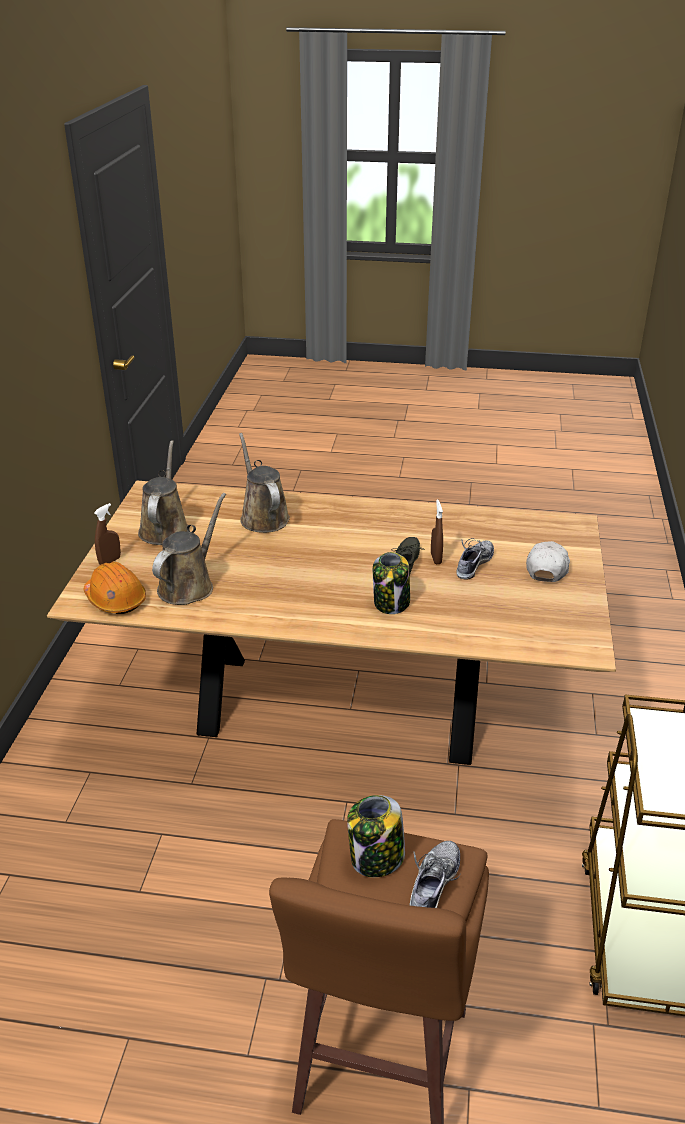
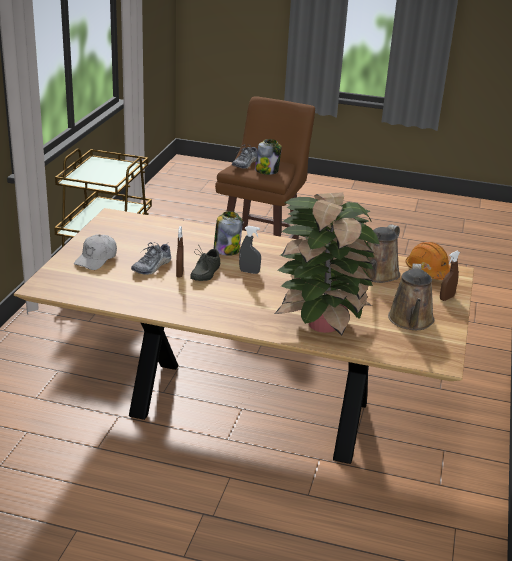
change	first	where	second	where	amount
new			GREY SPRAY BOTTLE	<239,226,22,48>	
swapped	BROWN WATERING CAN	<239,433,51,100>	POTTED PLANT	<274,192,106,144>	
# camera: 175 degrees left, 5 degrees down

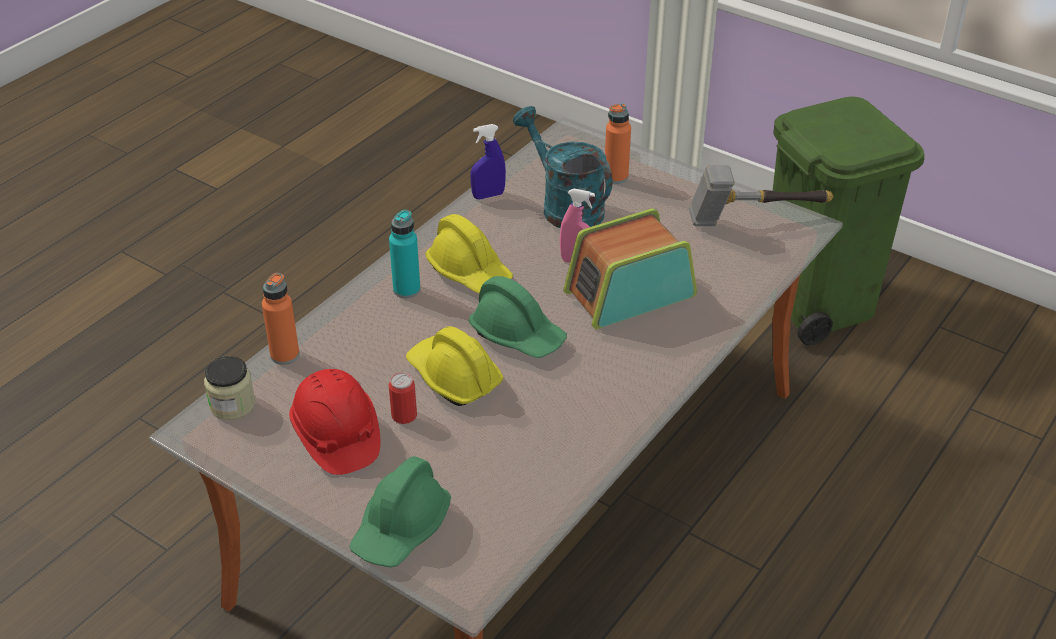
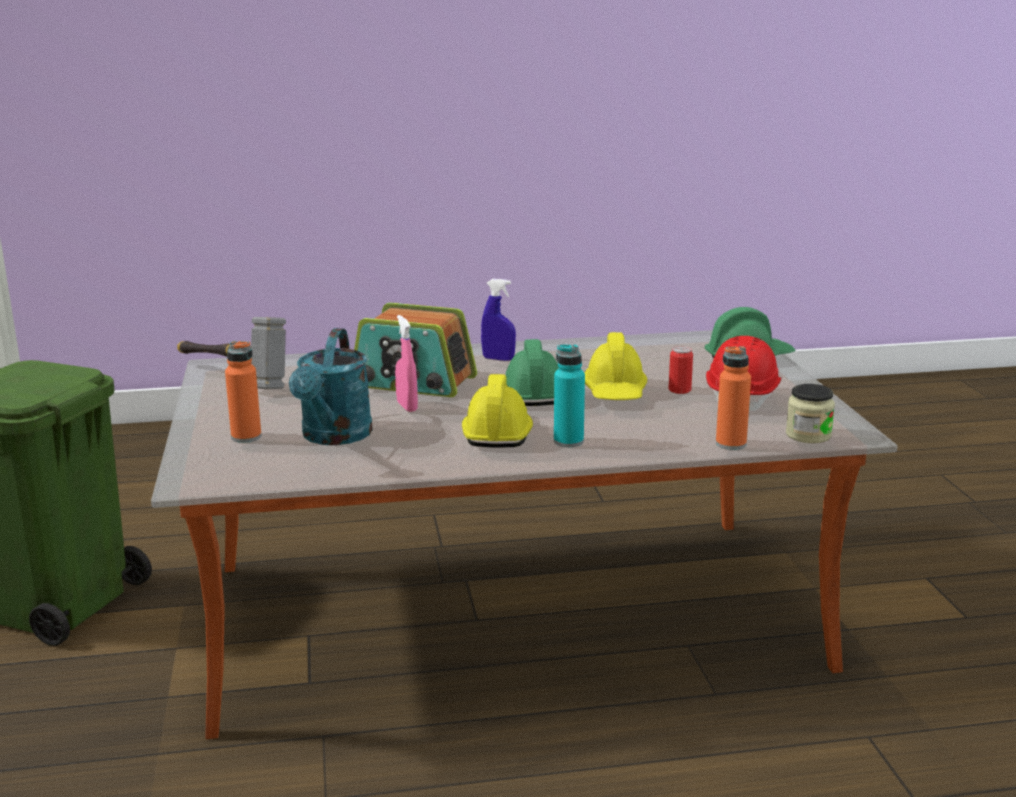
change	first	where	second	where	amount
shifted	BLUE SPRAY BOTTLE	<470,124,36,75>		<481,279,35,82>	
# camera: 135 degrees left, 20 degrees down

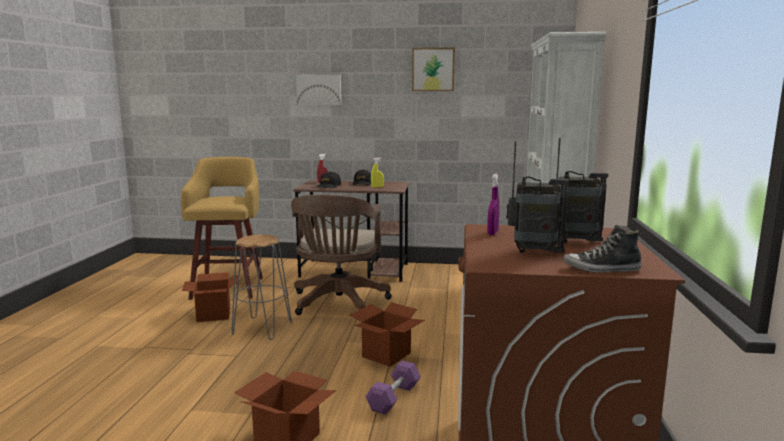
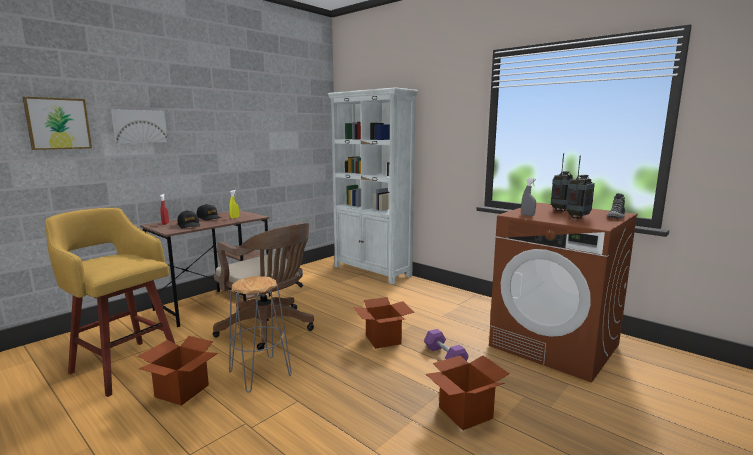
change	first	where	second	where	amount
shifted	PICTURE	<412,48,43,43>		<23,97,69,53>	
repainted	PURPLE SPRAY BOTTLE	<487,174,12,61>	GREY SPRAY BOTTLE	<521,178,15,38>	
# camera: 55 degrees left, 0 degrees up

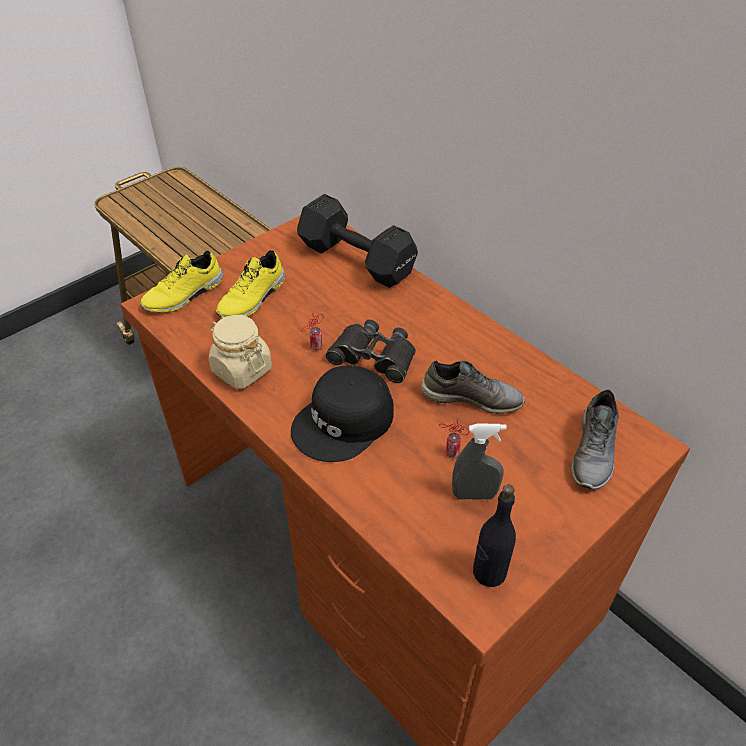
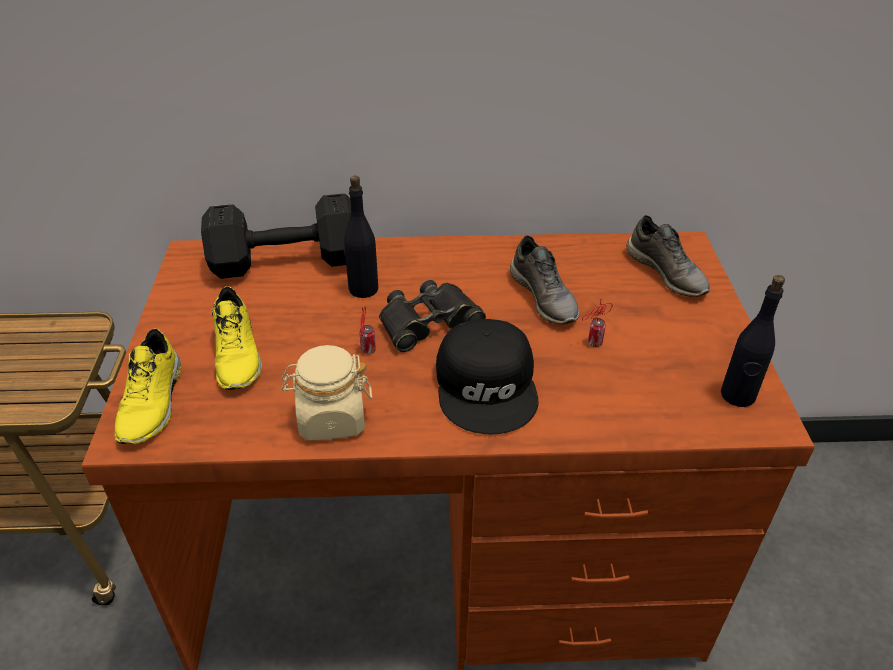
change	first	where	second	where	amount
gone	GREY SPRAY BOTTLE	<452,424,55,76>			
new			BLACK BOTTLE	<344,176,34,122>	
rotated	GREY SHOE	<421,360,104,54>		<510,235,69,89>	105 degrees clockwise
# camera: 50 degrees left, 5 degrees down

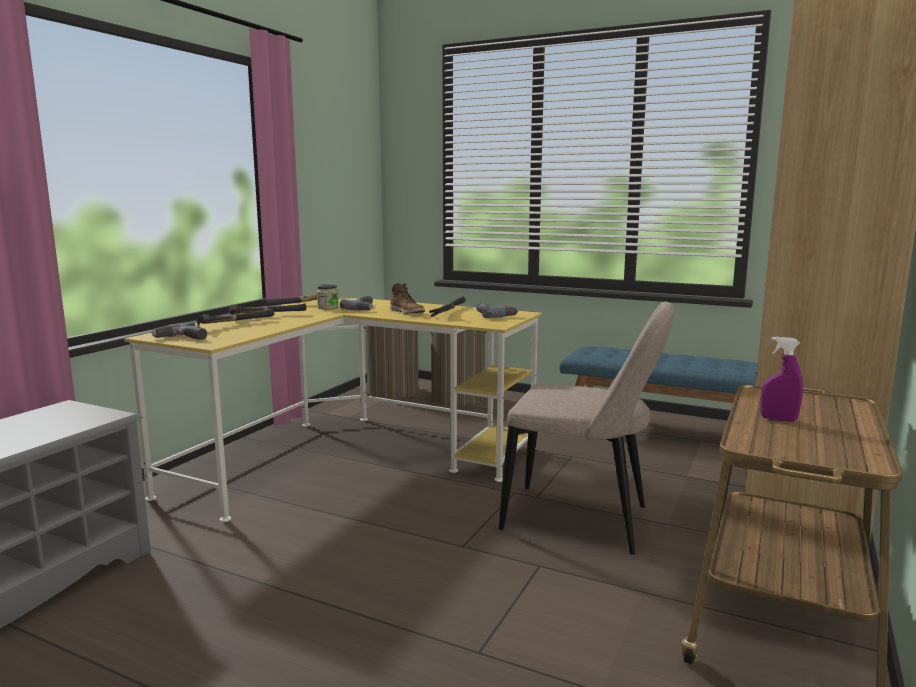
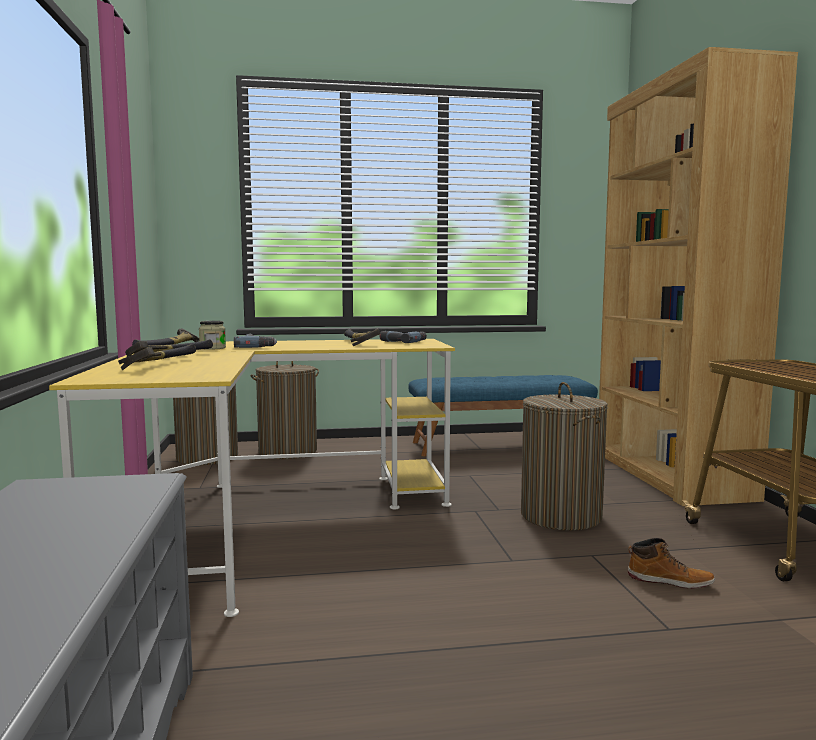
change	first	where	second	where	amount
gone	POWER DRILL	<151,322,56,18>			
gone	PURPLE SPRAY BOTTLE	<760,337,43,85>			
shifted	BOOT	<390,283,35,31>		<628,538,87,51>	
swapped	BEIGE CHAIR	<499,301,176,254>	LAUNDRY BASKET	<521,382,87,149>	
# camera: 35 degrees left, 5 degrees down

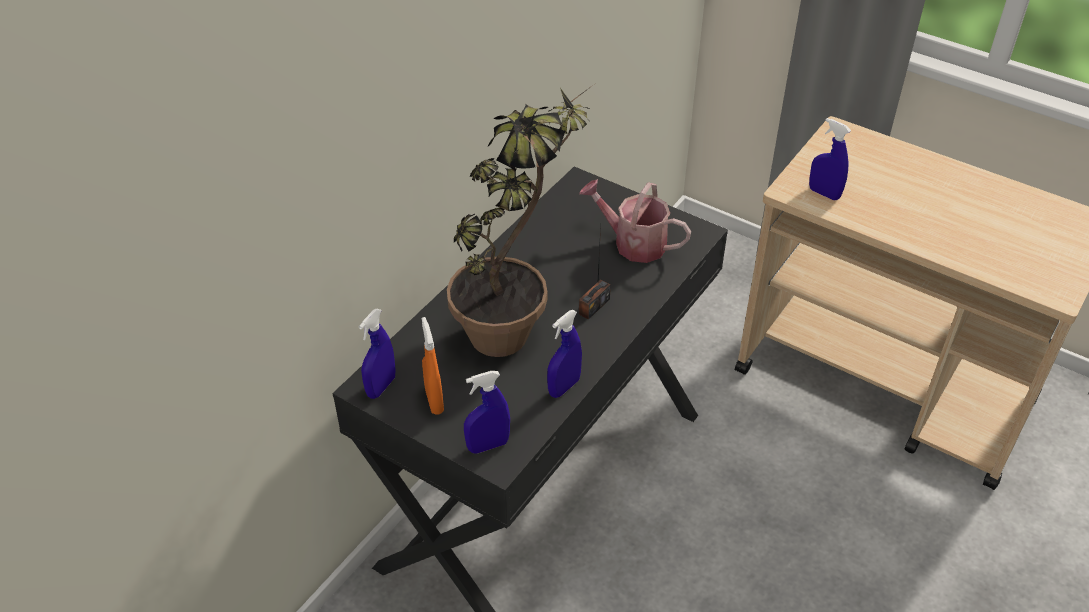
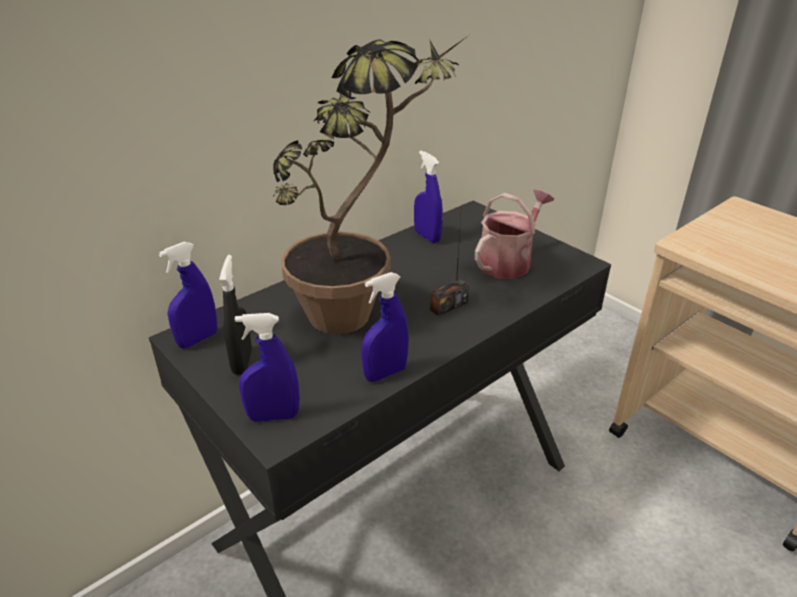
change	first	where	second	where	amount
shifted	BLUE SPRAY BOTTLE	<809,118,42,82>		<414,151,29,92>	
repainted	ORANGE SPRAY BOTTLE	<421,317,23,97>	BLACK SPRAY BOTTLE	<219,255,33,120>	
rotated	WATERING CAN	<579,179,112,84>		<475,189,79,90>	90 degrees clockwise
# camera: 15 degrees right, 10 degrees down

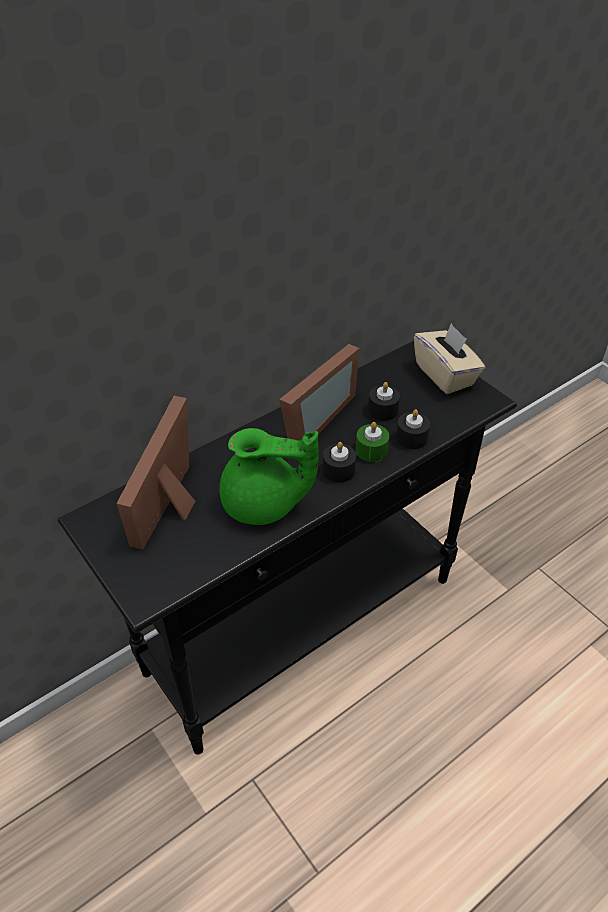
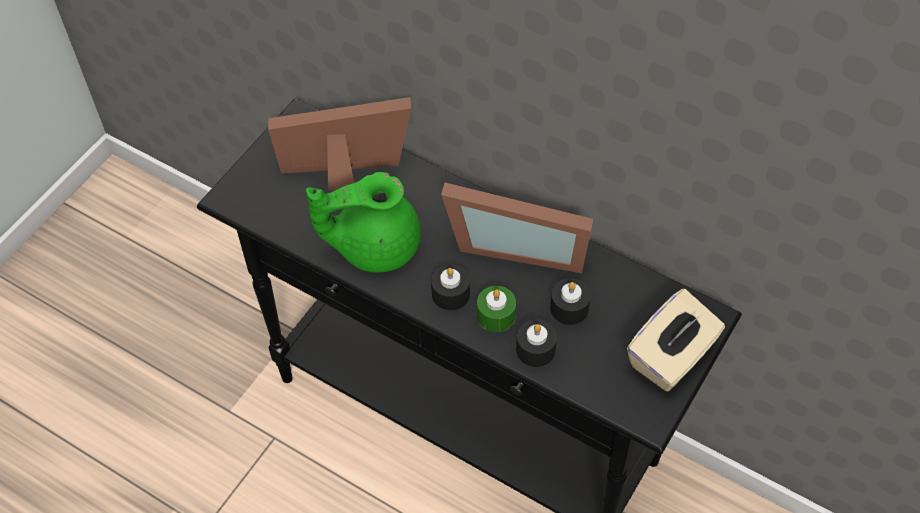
change	first	where	second	where	amount
rotated	GREEN TEAPOT	<219,428,100,97>		<306,172,115,101>	90 degrees clockwise
# camera: 70 degrees right, 10 degrees up

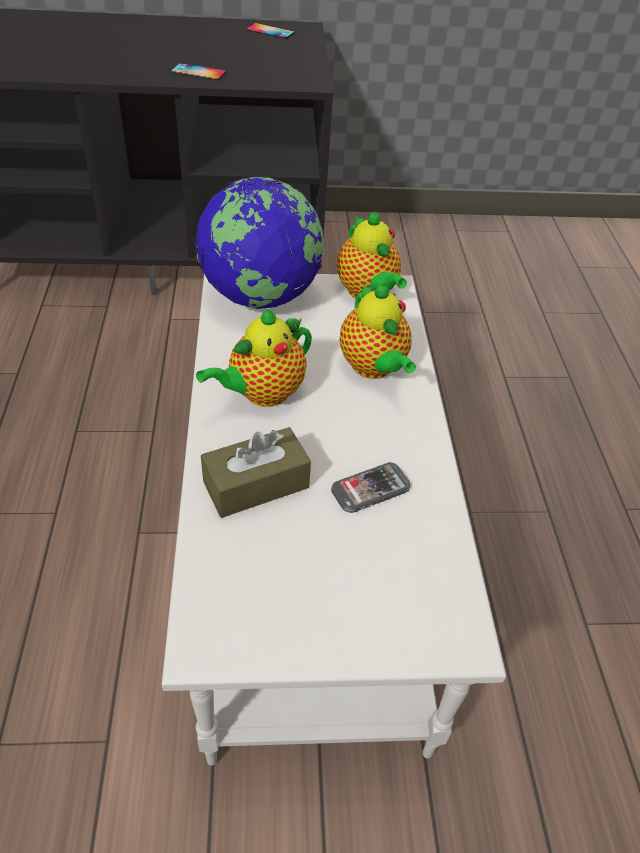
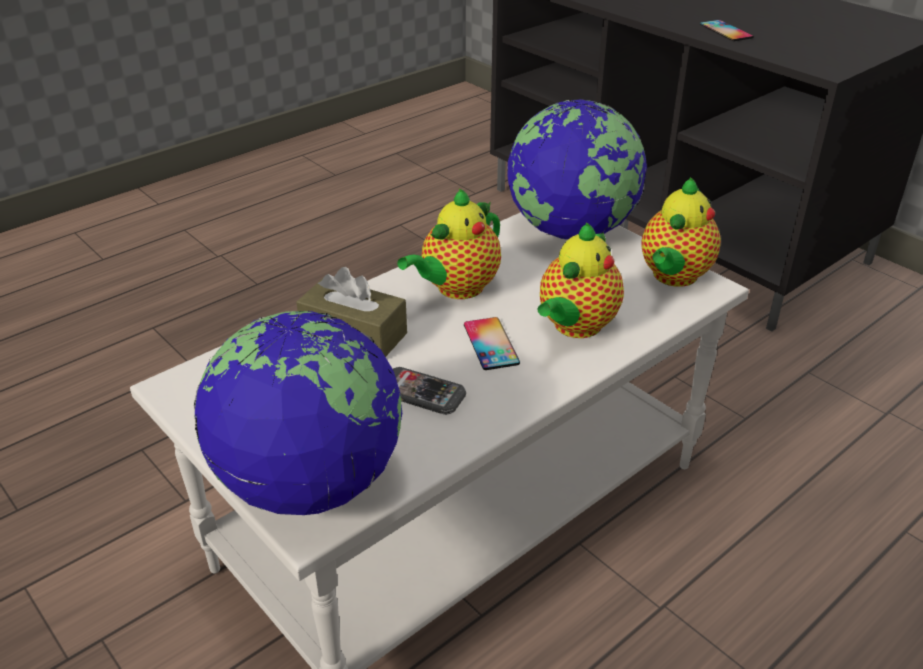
change	first	where	second	where	amount
new			GLOBE	<194,311,208,204>	
shifted	PHONE	<247,23,48,16>		<464,317,56,53>	
rotated	TEAPOT	<196,308,116,99>		<397,188,104,111>	60 degrees counterclockwise
# camera: 55 degrees right, 10 degrees down

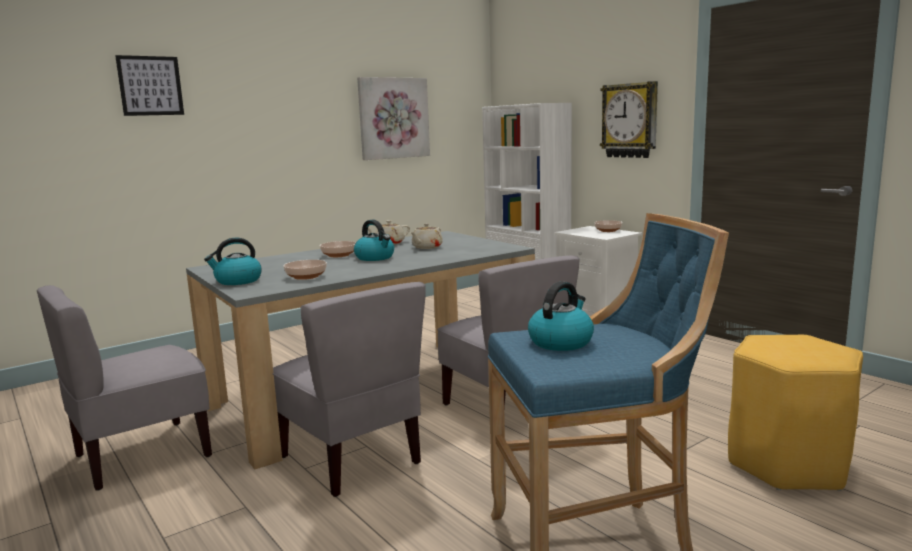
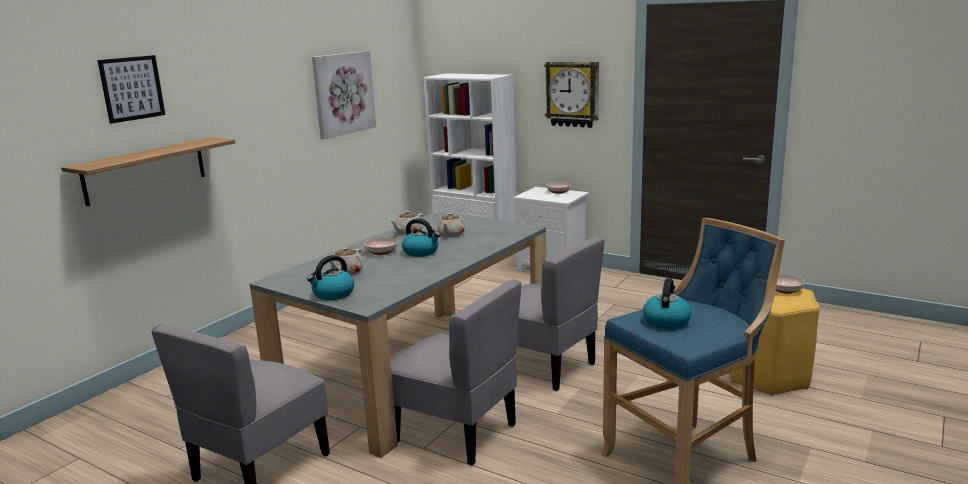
change	first	where	second	where	amount
new			SHELF	<61,137,174,69>	
new			BEIGE TEAPOT	<330,247,33,28>	
shifted	BOWL	<284,260,43,20>		<775,274,30,20>	
# camera: 20 degrees left, 5 degrees up

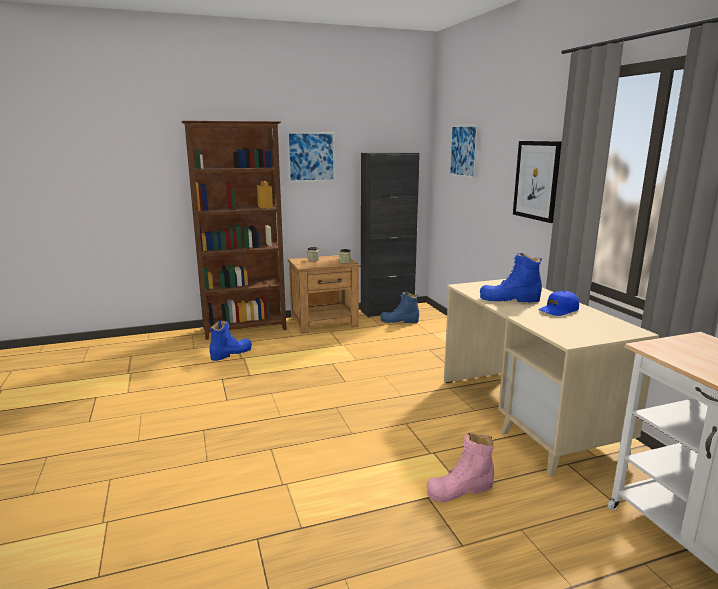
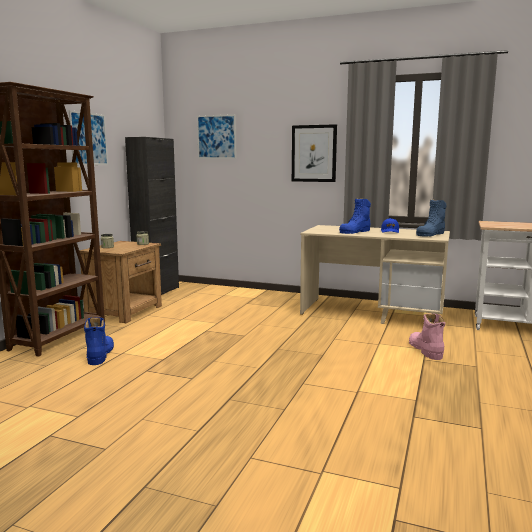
change	first	where	second	where	amount
shifted	BLUE BOOT	<380,291,39,32>		<416,199,31,38>	
rotated	PINK BOOT	<427,432,67,70>		<409,313,36,47>	150 degrees clockwise
# camera: 50 degrees left, 5 degrees down

